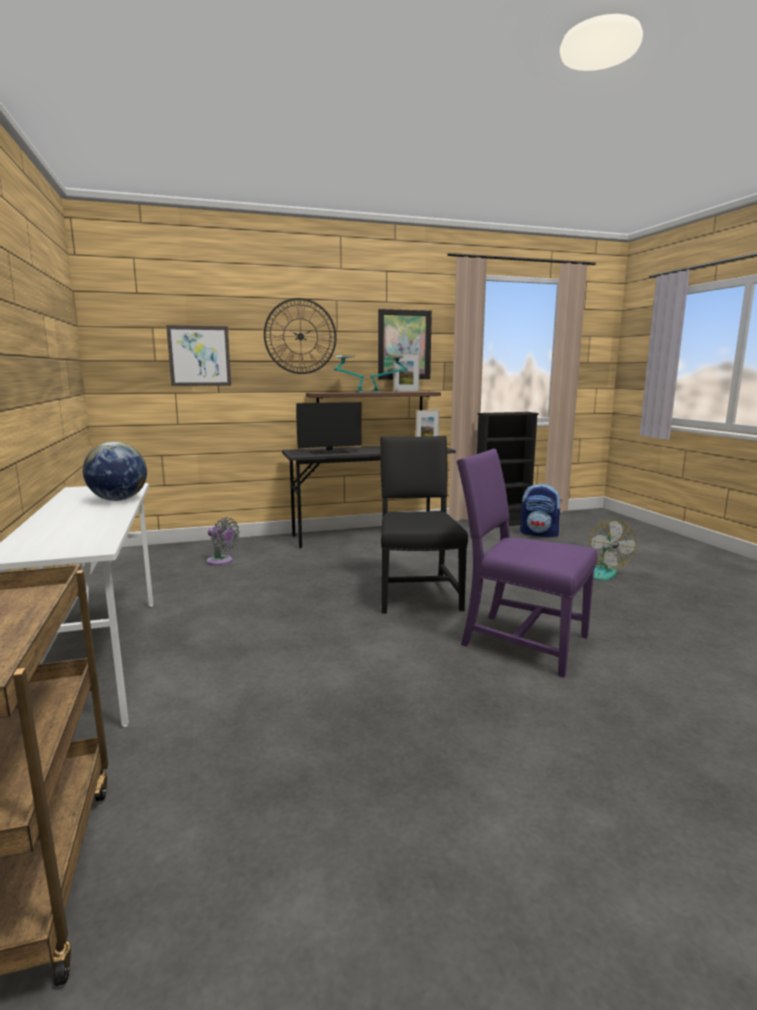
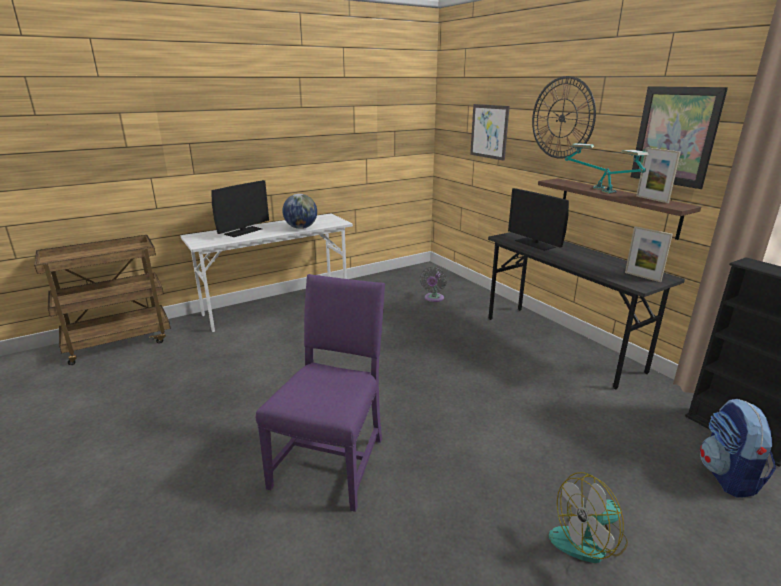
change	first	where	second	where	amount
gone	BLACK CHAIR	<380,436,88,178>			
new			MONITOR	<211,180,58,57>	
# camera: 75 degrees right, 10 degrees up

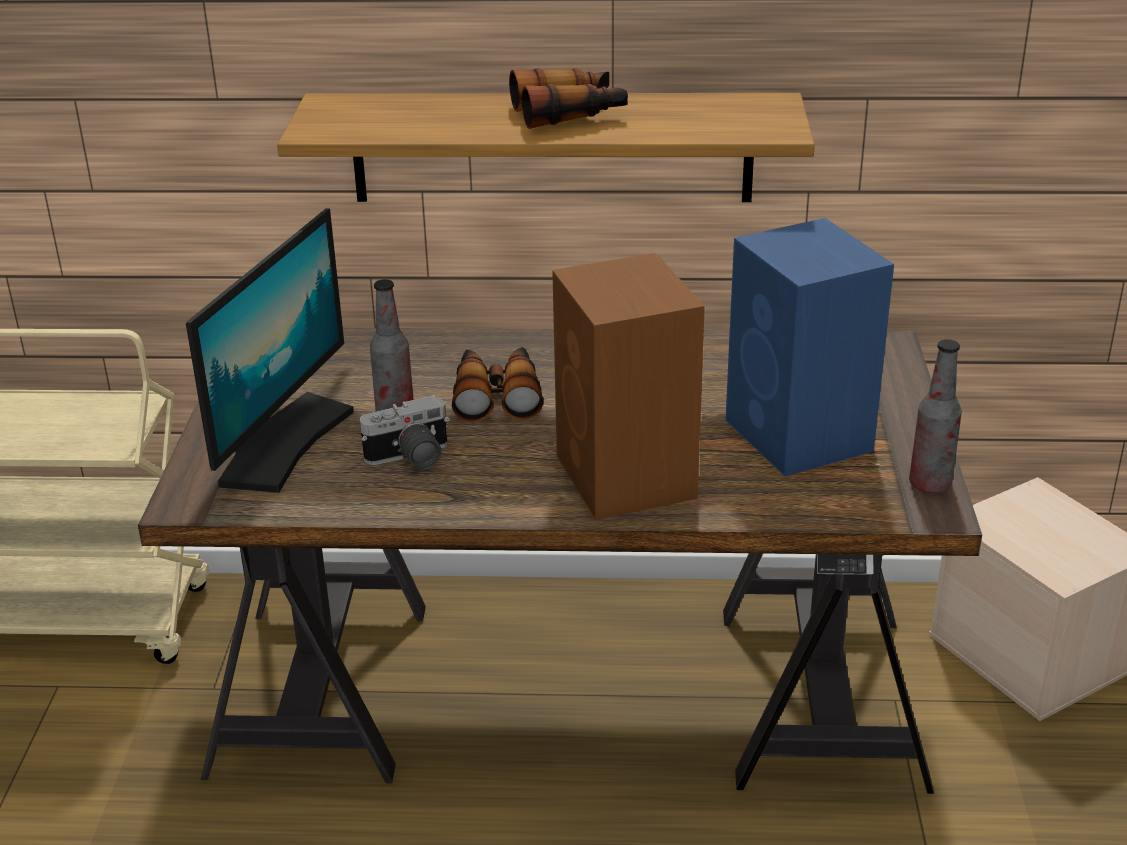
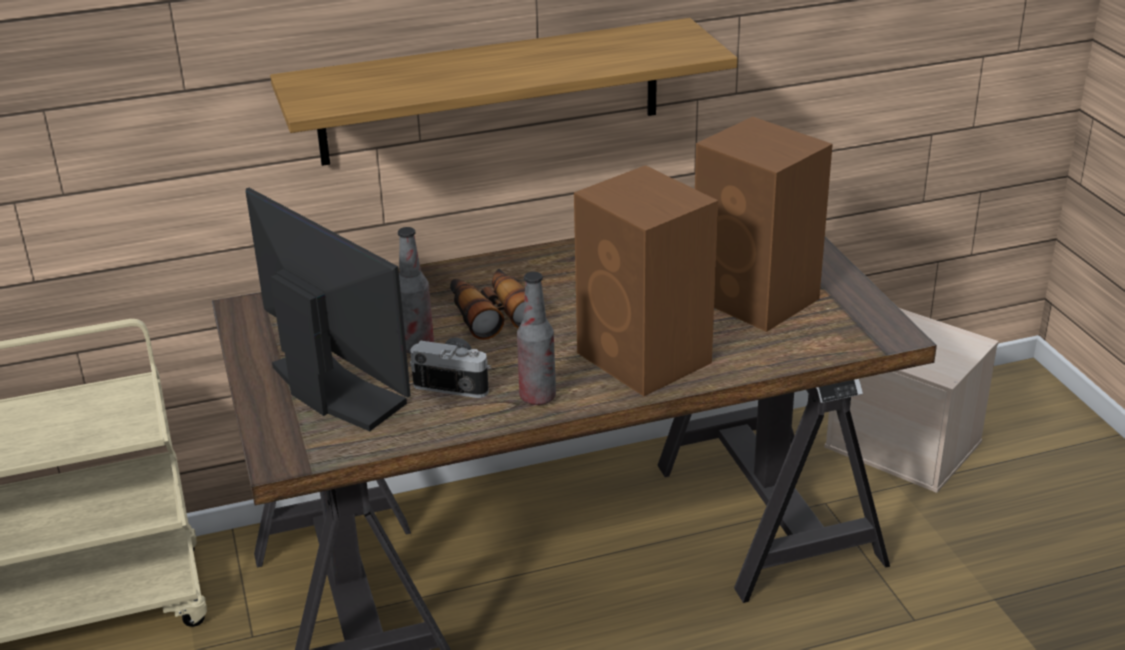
change	first	where	second	where	amount
gone	BINOCULARS	<509,68,119,61>			
shifted	BOTTLE	<909,339,53,154>		<517,272,39,133>	
repainted	BLUE SPEAKER	<725,218,169,258>	BROWN SPEAKER	<695,117,138,215>	
rotated	MONITOR	<186,208,168,285>		<246,188,165,243>	45 degrees counterclockwise
rotated	PHOTO CAMERA	<360,395,90,74>		<410,337,81,61>	120 degrees counterclockwise
# camera: 20 degrees left, 0 degrees up

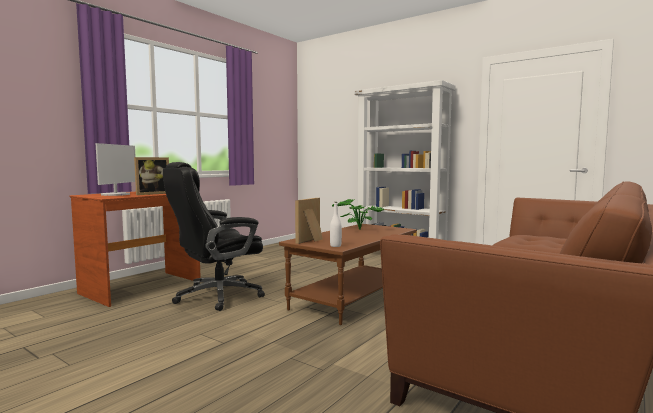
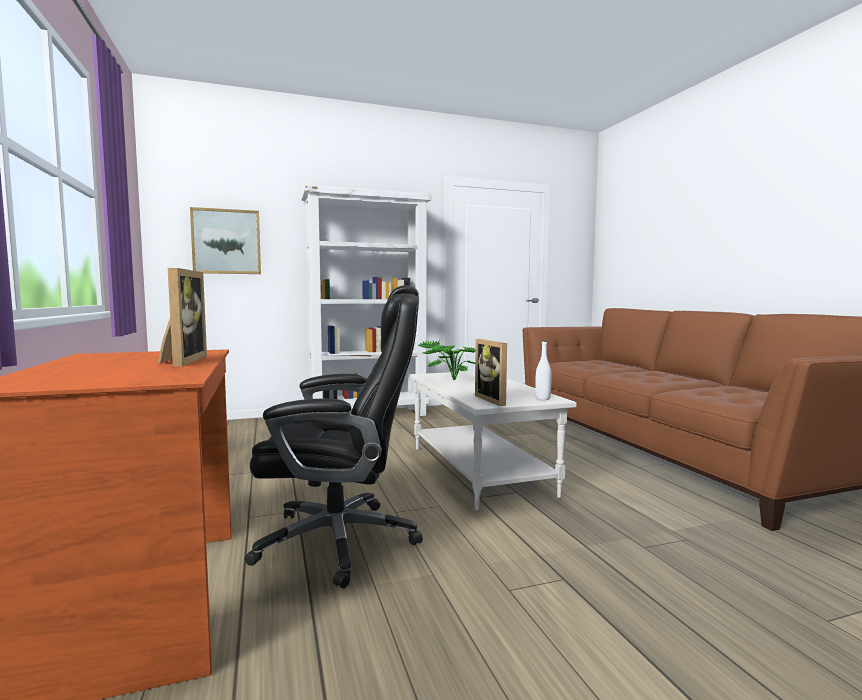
change	first	where	second	where	amount
gone	MONITOR	<96,143,39,53>			
new			PICTURE	<190,207,71,67>	
repainted	BROWN COFFEE TABLE	<279,224,138,101>	WHITE COFFEE TABLE	<410,371,167,139>	
rotated	BLACK OFFICE CHAIR	<163,162,102,149>		<245,285,178,303>	90 degrees counterclockwise
# camera: 55 degrees left, 0 degrees up

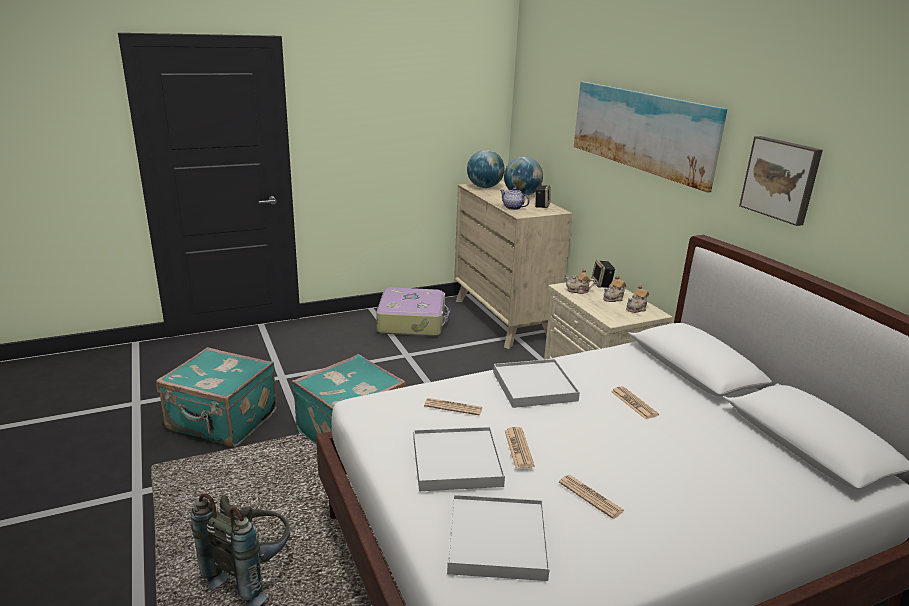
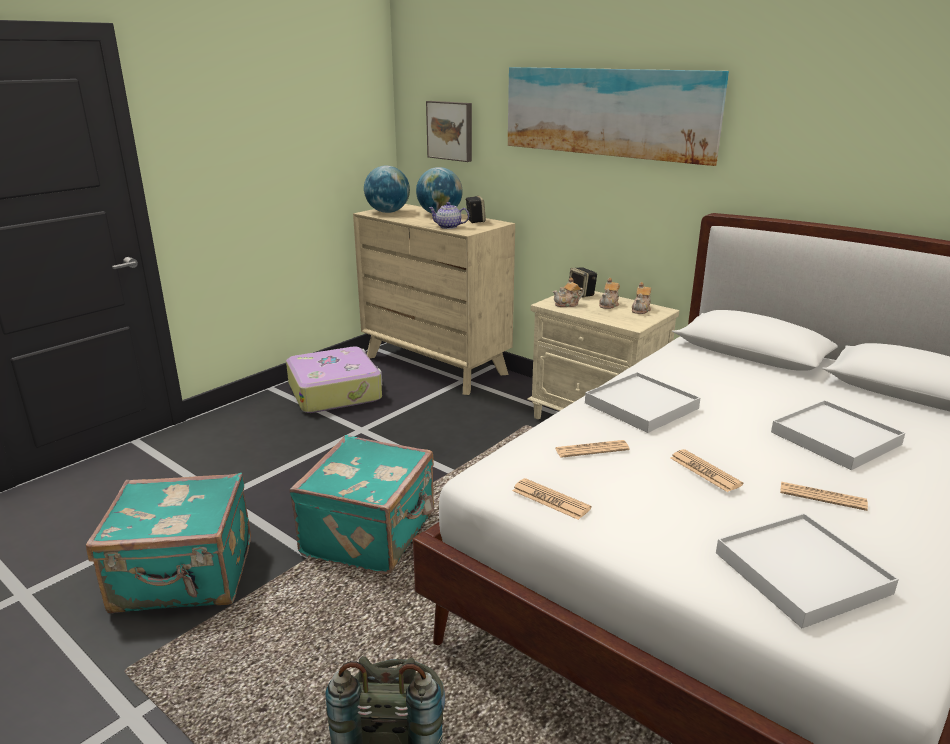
change	first	where	second	where	amount
shifted	WHITE TRAY	<414,427,91,64>		<771,400,134,70>	
shifted	NEWSPAPER	<611,386,48,33>		<512,478,79,42>	
shifted	PICTURE	<739,136,84,90>		<426,101,46,61>	
# camera: 25 degrees left, 0 degrees up

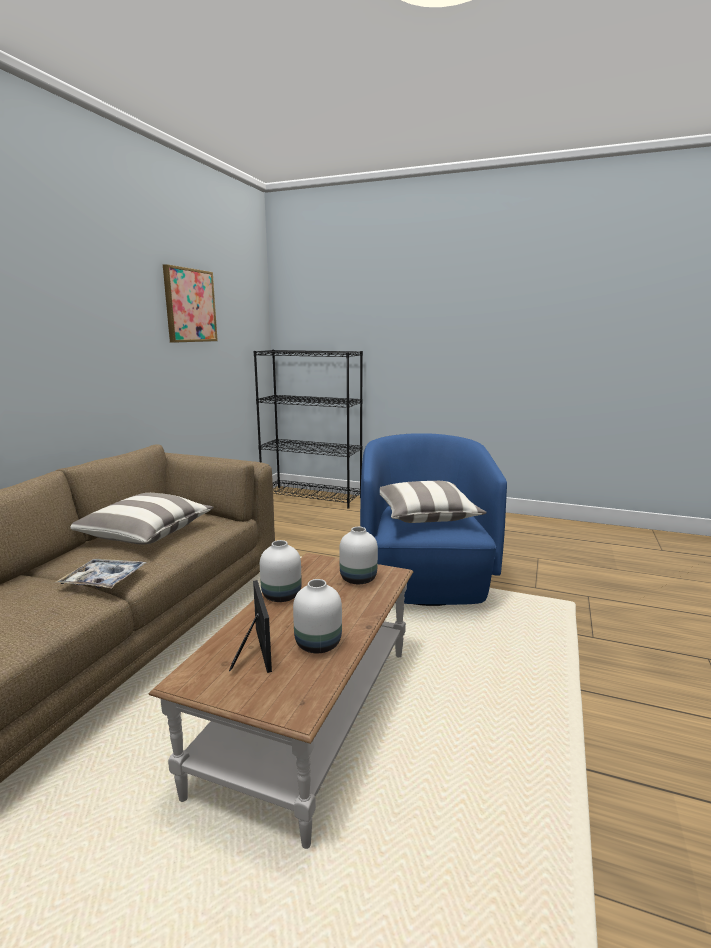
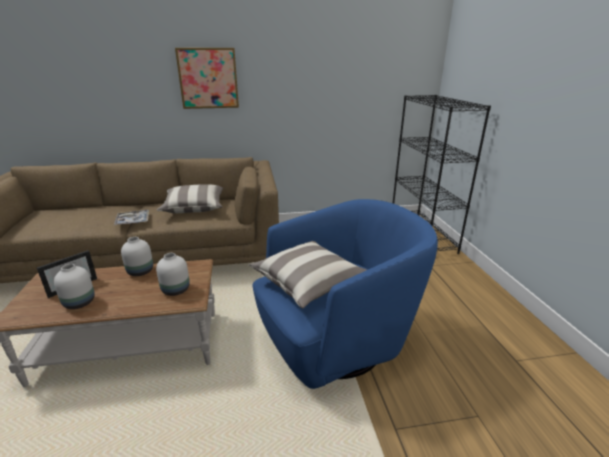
change	first	where	second	where	amount
shifted	PICTURE	<163,264,55,79>		<175,48,64,61>	
# camera: 60 degrees right, 10 degrees up

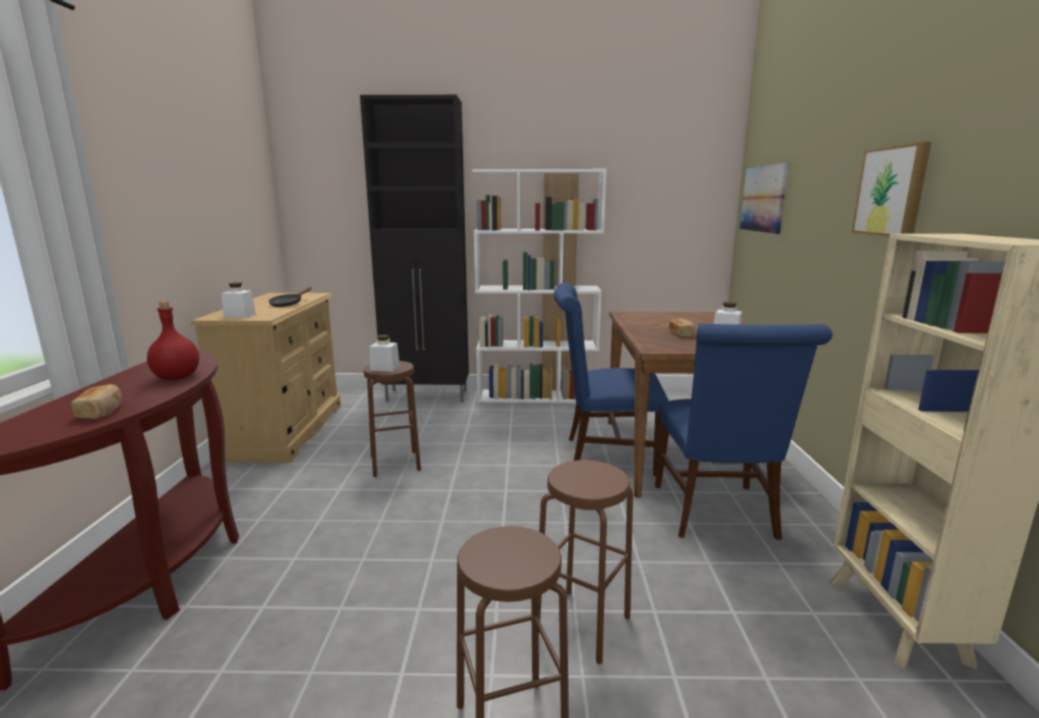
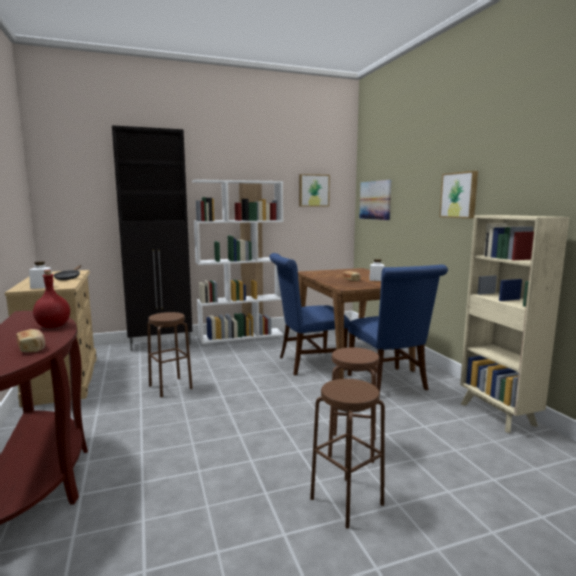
change	first	where	second	where	amount
gone	WHITE JAR	<369,335,31,37>			
new			PICTURE	<299,174,31,33>	
# camera: 20 degrees left, 5 degrees down

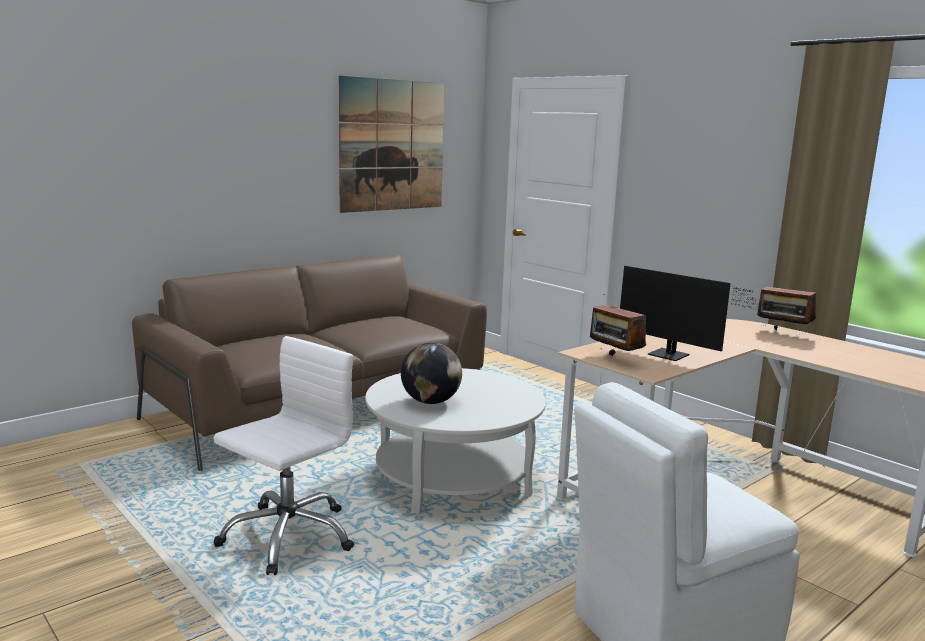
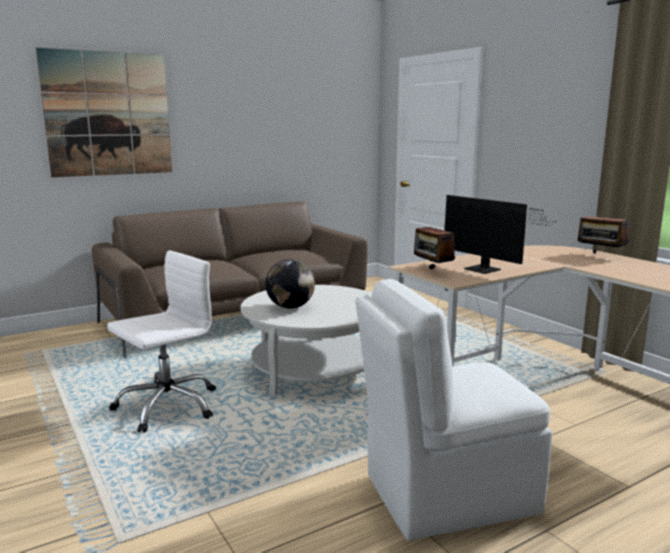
change	first	where	second	where	amount
shifted	PICTURE	<339,76,106,137>		<36,48,136,129>	
# camera: 10 degrees right, 0 degrees up

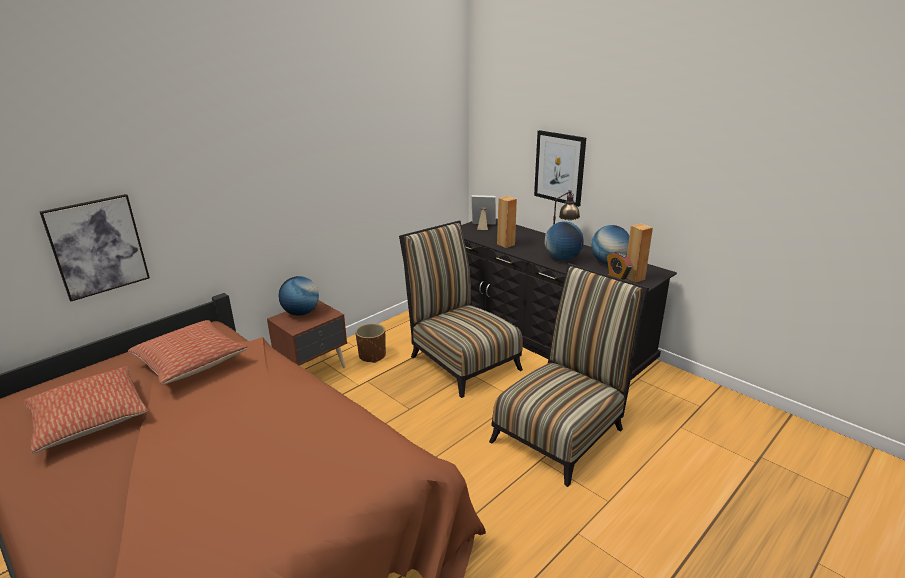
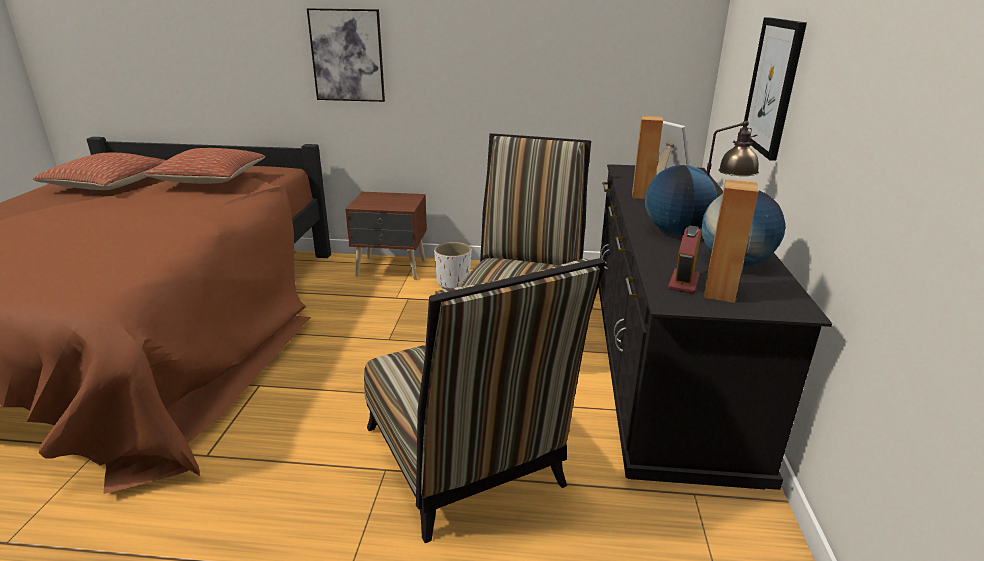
change	first	where	second	where	amount
gone	GLOBE	<279,276,40,40>			
shifted	PICTURE	<40,194,110,107>		<307,8,78,94>	
repainted	BROWN PLANTER	<355,323,31,40>	WHITE PLANTER	<434,242,37,47>	
rotated	CHAIR	<489,263,160,224>		<364,258,242,285>	60 degrees clockwise
# camera: 50 degrees right, 0 degrees up

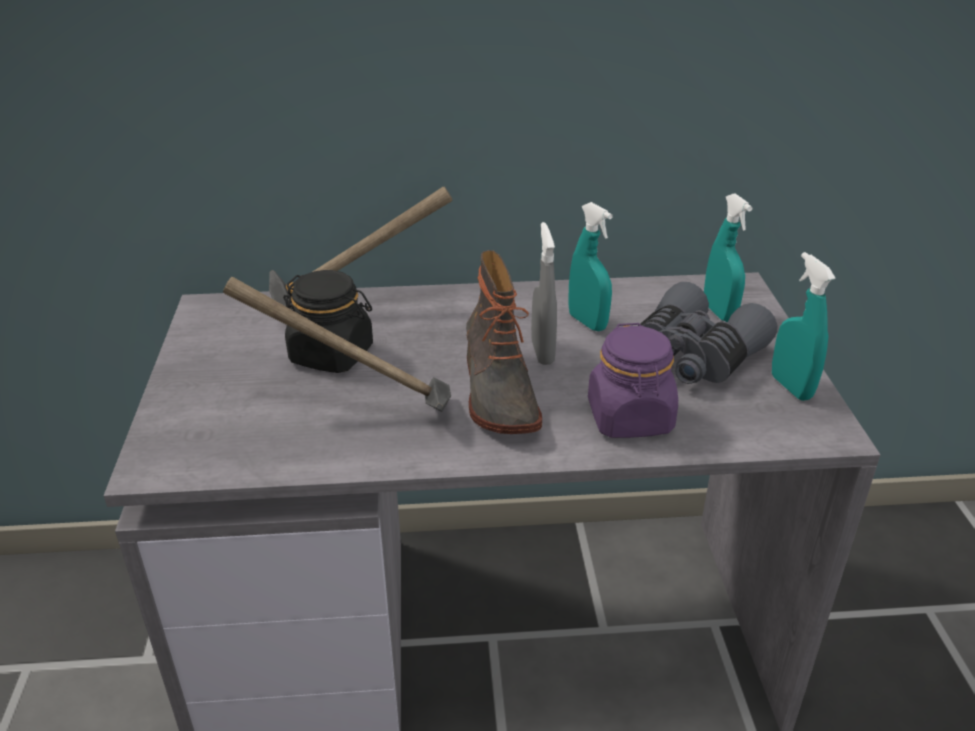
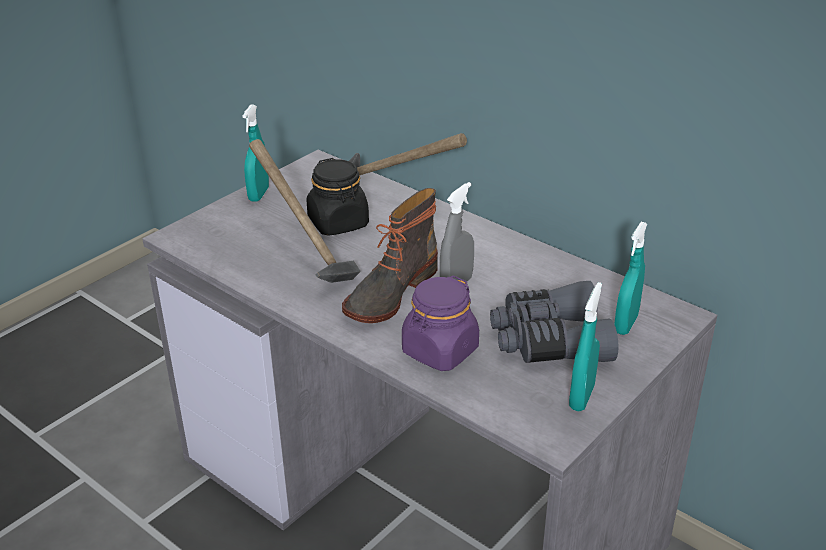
change	first	where	second	where	amount
shifted	TURQUOISE SPRAY BOTTLE	<568,202,45,129>		<242,104,27,98>	
# camera: 45 degrees right, 0 degrees up

